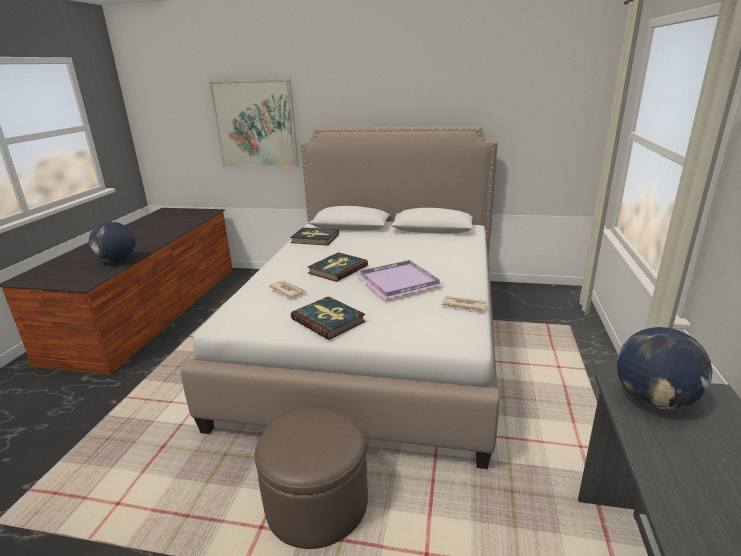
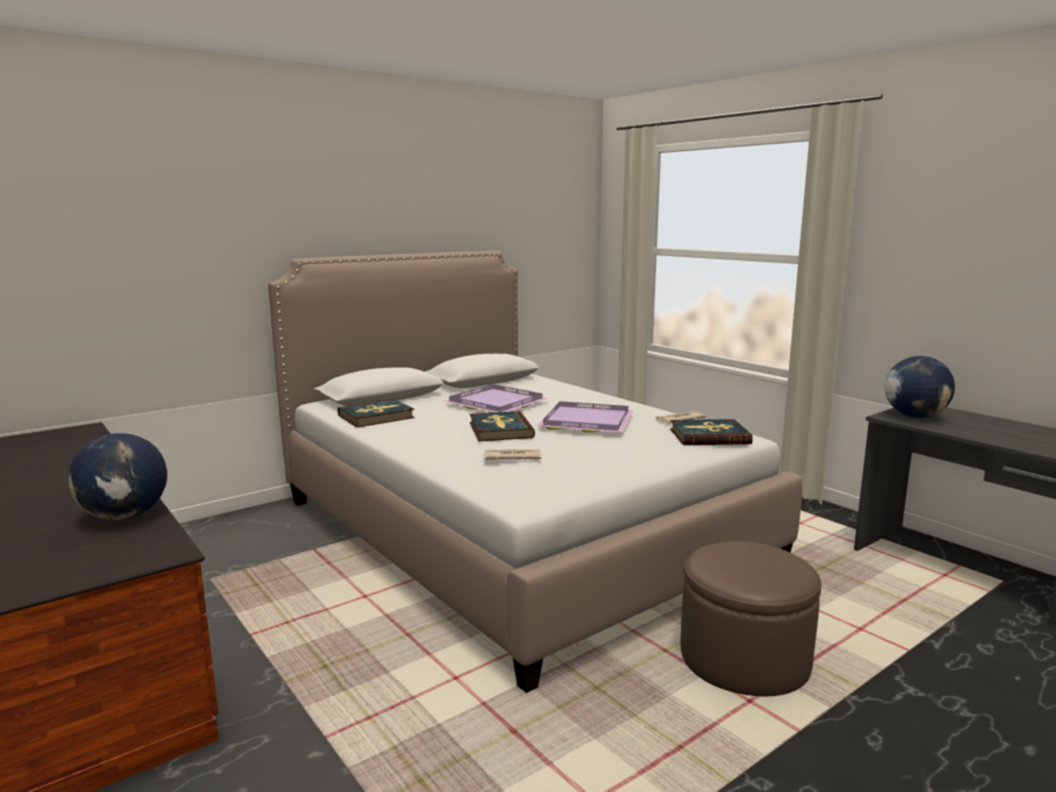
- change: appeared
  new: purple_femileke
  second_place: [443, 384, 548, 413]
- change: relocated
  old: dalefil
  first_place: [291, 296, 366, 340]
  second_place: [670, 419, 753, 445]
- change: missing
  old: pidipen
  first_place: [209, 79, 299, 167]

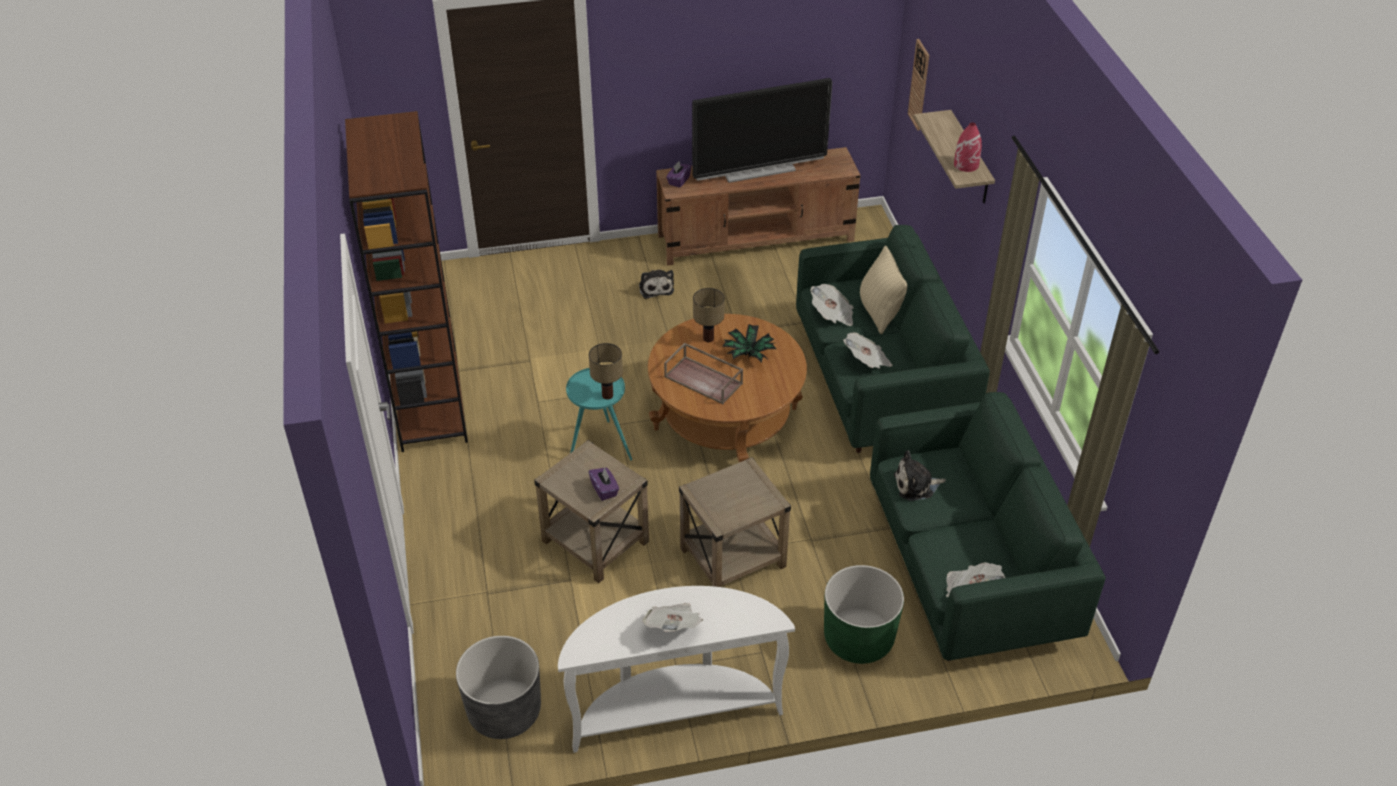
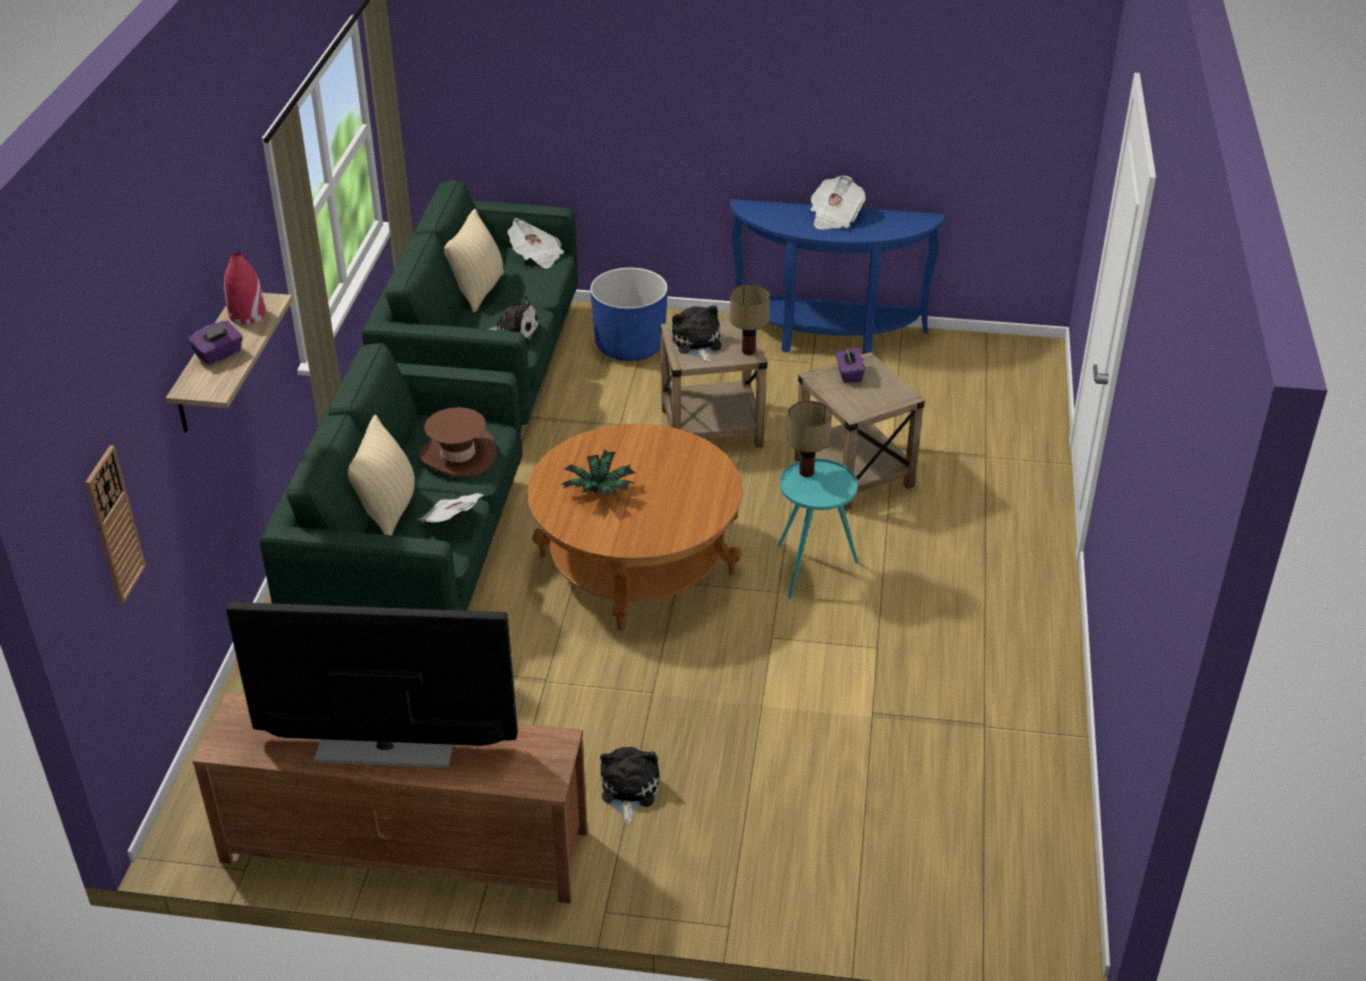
- change: relocated
  old: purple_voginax
  first_place: [666, 161, 692, 188]
  second_place: [188, 321, 243, 365]
- change: exchanged
  old: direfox
  new: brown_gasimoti
  first_place: [843, 333, 892, 369]
  second_place: [419, 407, 497, 477]
- change: appeared
  new: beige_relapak
  second_place: [444, 209, 504, 313]
- change: colour
  old: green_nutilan
  new: blue_nutilan
  first_place: [824, 565, 904, 664]
  second_place: [590, 267, 668, 361]
- change: appeared
  new: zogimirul
  second_place: [672, 305, 721, 363]
- change: colour
  old: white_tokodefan
  new: blue_tokodefan
  first_place: [558, 586, 795, 753]
  second_place: [730, 199, 945, 354]
- change: relocated
  old: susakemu
  first_place: [693, 288, 725, 342]
  second_place: [730, 284, 770, 355]
- change: missing
  old: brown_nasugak
  first_place: [345, 111, 468, 452]
- change: missing
  old: grey_nutilan
  first_place: [456, 636, 541, 739]
- change: missing
  old: brown_femileke
  first_place: [664, 343, 743, 404]

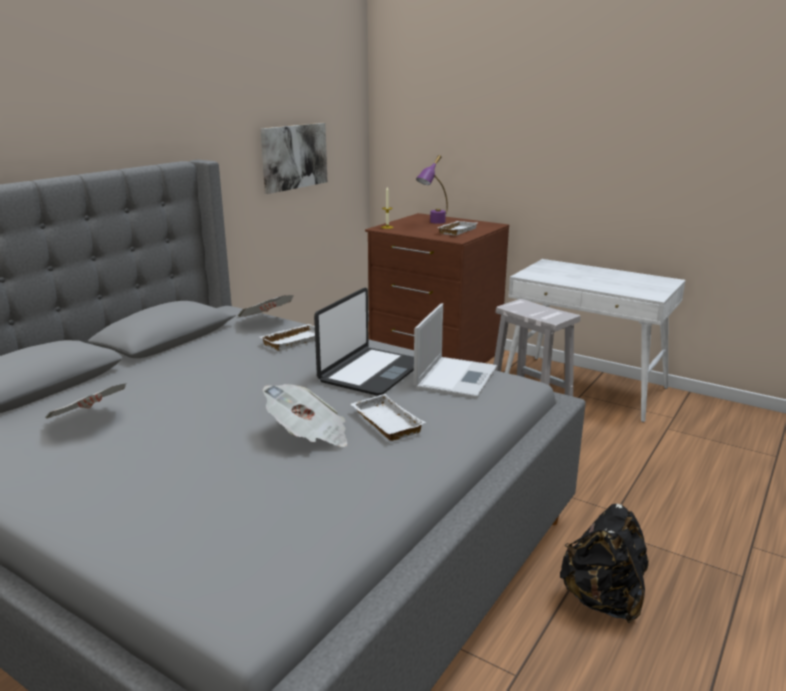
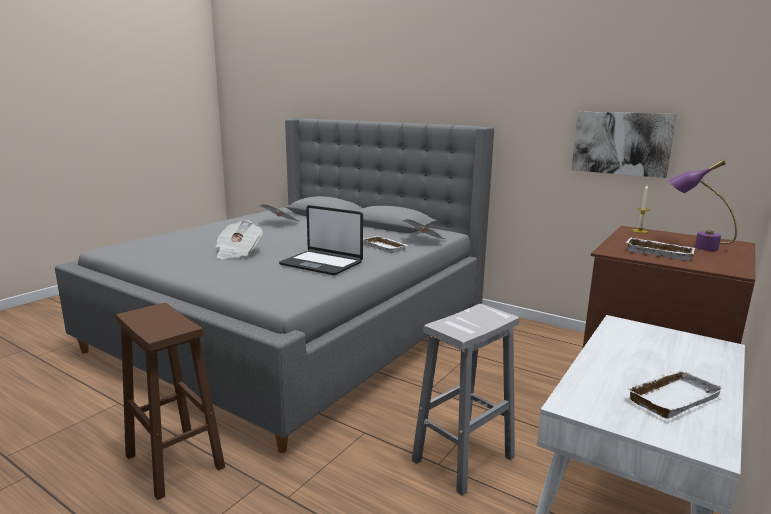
- change: exchanged
  old: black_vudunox
  new: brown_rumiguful
  first_place: [560, 503, 648, 623]
  second_place: [116, 303, 225, 500]
- change: relocated
  old: white_femileke
  first_place: [351, 394, 426, 441]
  second_place: [626, 369, 725, 419]
- change: missing
  old: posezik
  first_place: [414, 303, 497, 399]

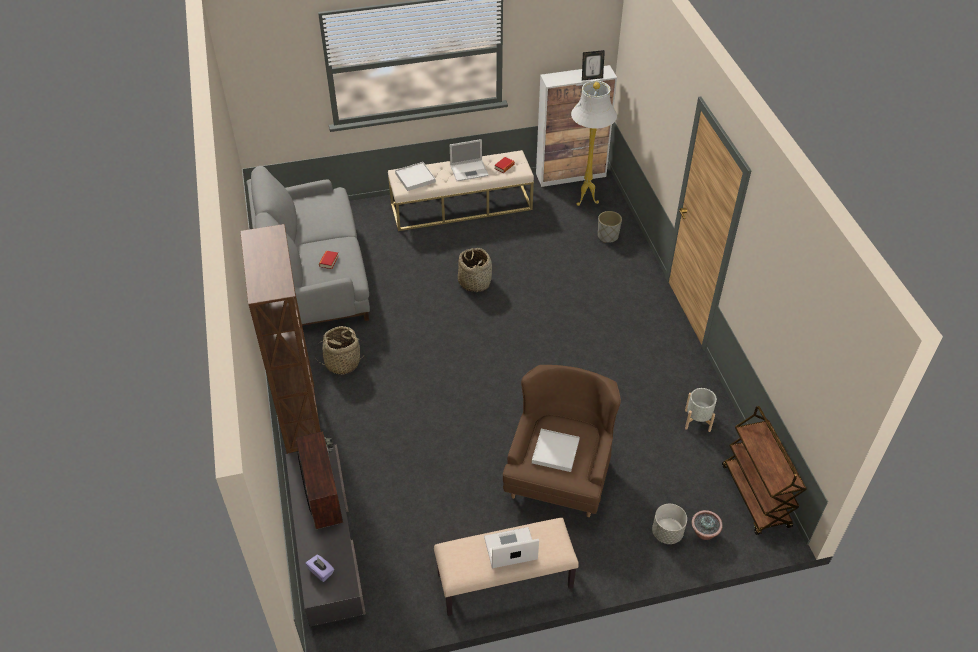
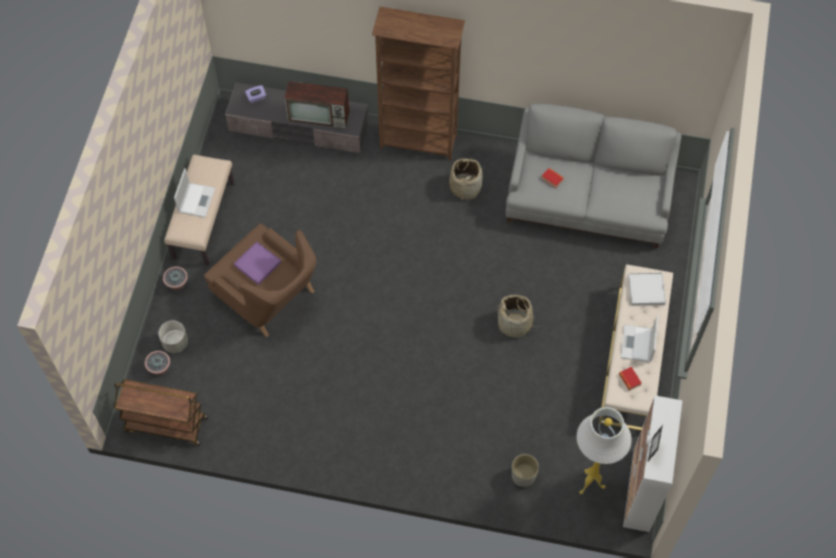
- change: appeared
  new: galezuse
  second_place: [163, 266, 188, 290]
- change: colour
  old: white_femileke
  new: purple_femileke
  first_place: [532, 429, 580, 472]
  second_place: [234, 241, 281, 285]
- change: missing
  old: grey_nutilan
  first_place: [685, 388, 717, 432]

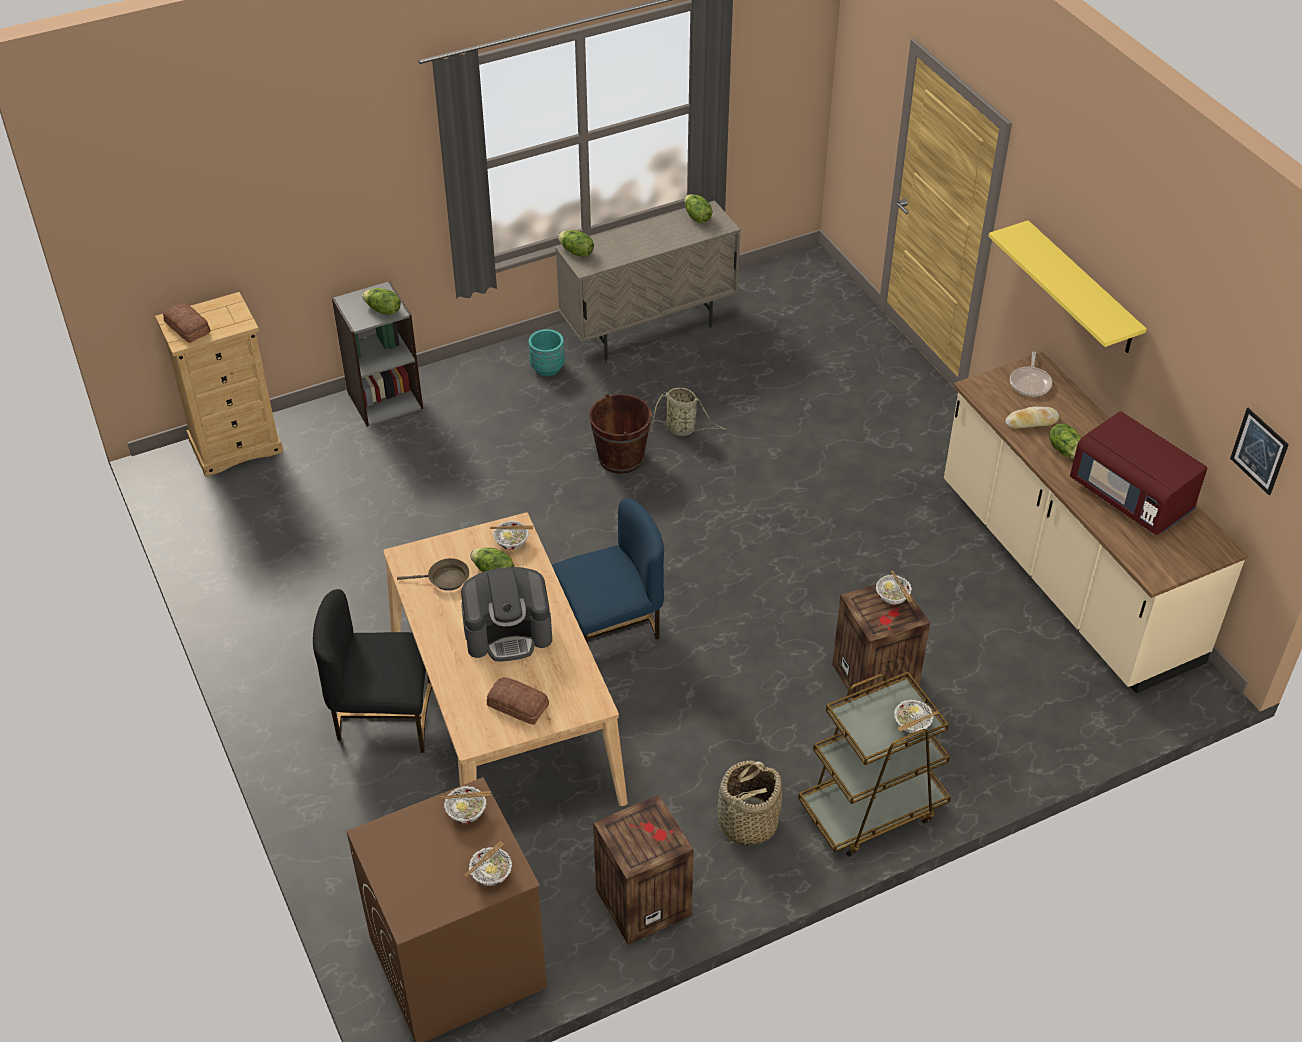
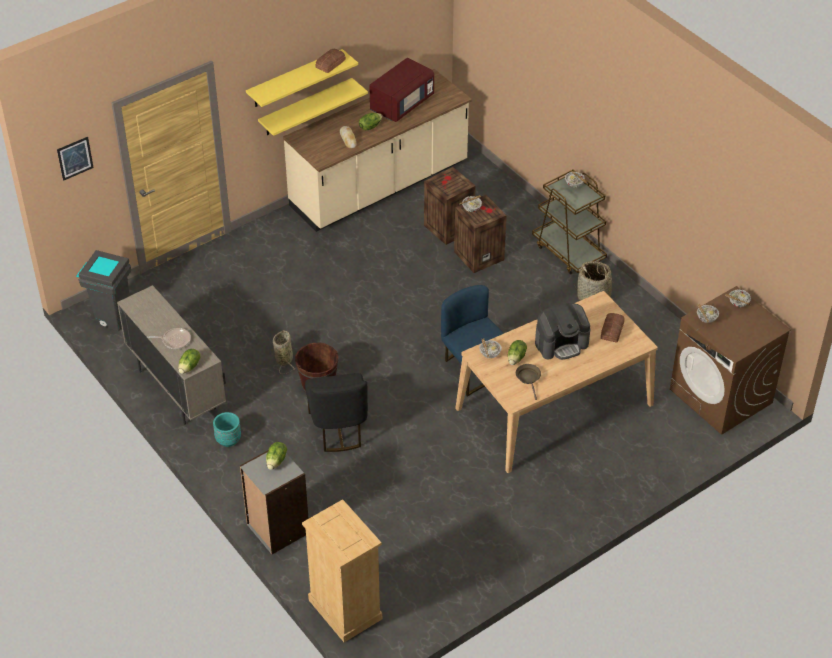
- change: relocated
  old: pidipen
  first_place: [1230, 408, 1289, 495]
  second_place: [57, 137, 94, 181]
- change: appeared
  new: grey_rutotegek
  second_place: [76, 250, 131, 331]
- change: relocated
  old: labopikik
  first_place: [1010, 352, 1052, 396]
  second_place: [147, 328, 191, 349]
- change: appeared
  new: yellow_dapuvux
  second_place: [258, 78, 368, 136]
- change: relocated
  old: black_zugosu
  first_place: [313, 589, 432, 753]
  second_place: [305, 373, 368, 452]
- change: relocated
  old: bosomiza
  first_place: [163, 303, 211, 343]
  second_place: [315, 49, 346, 73]
- change: relocated
  old: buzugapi
  first_place: [593, 795, 694, 945]
  second_place: [424, 167, 476, 245]
- change: spun
  old: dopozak
  first_place: [461, 567, 552, 662]
  second_place: [535, 303, 590, 360]
  degrees: 90
- change: missing
  old: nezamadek
  first_place: [684, 194, 712, 223]

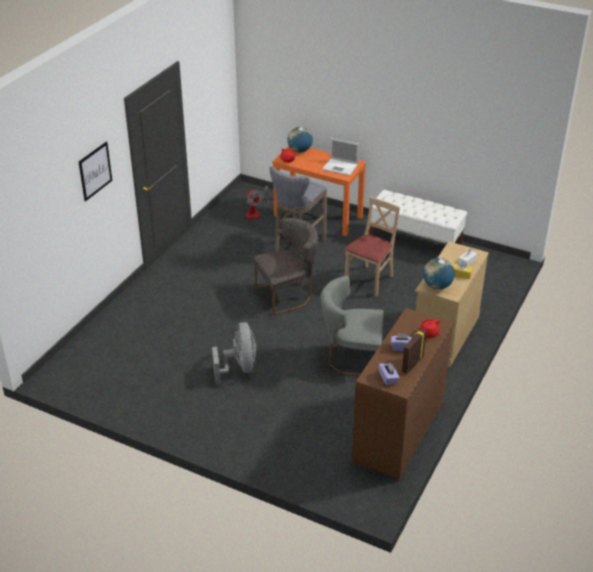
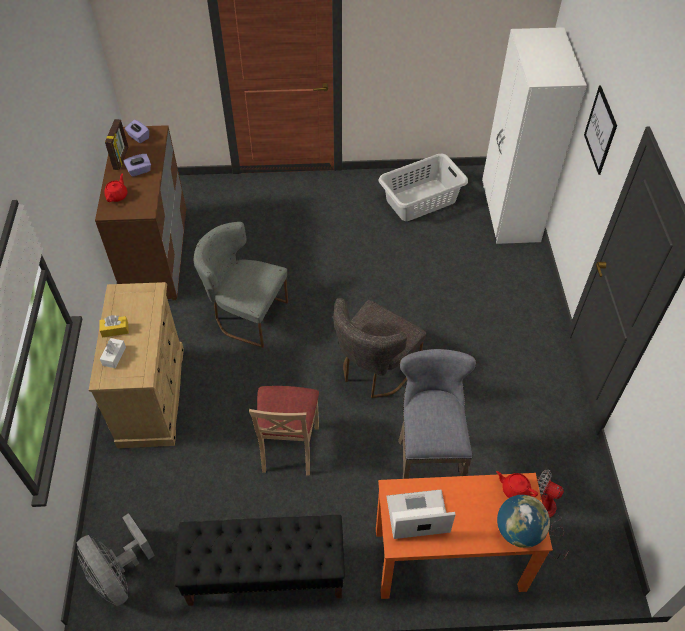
- change: relocated
  old: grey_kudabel
  first_place: [212, 322, 256, 384]
  second_place: [77, 513, 155, 606]
- change: colour
  old: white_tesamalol
  new: black_tesamalol
  first_place: [370, 190, 467, 245]
  second_place: [174, 515, 345, 606]
- change: spun
  old: grey_zugosu
  first_place: [321, 276, 384, 376]
  second_place: [194, 222, 288, 348]
  degrees: -135
- change: appeared
  new: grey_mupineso
  second_place: [378, 154, 468, 221]
- change: appeared
  new: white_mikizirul
  second_place: [482, 27, 587, 244]
- change: missing
  old: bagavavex
  first_place: [423, 258, 455, 289]

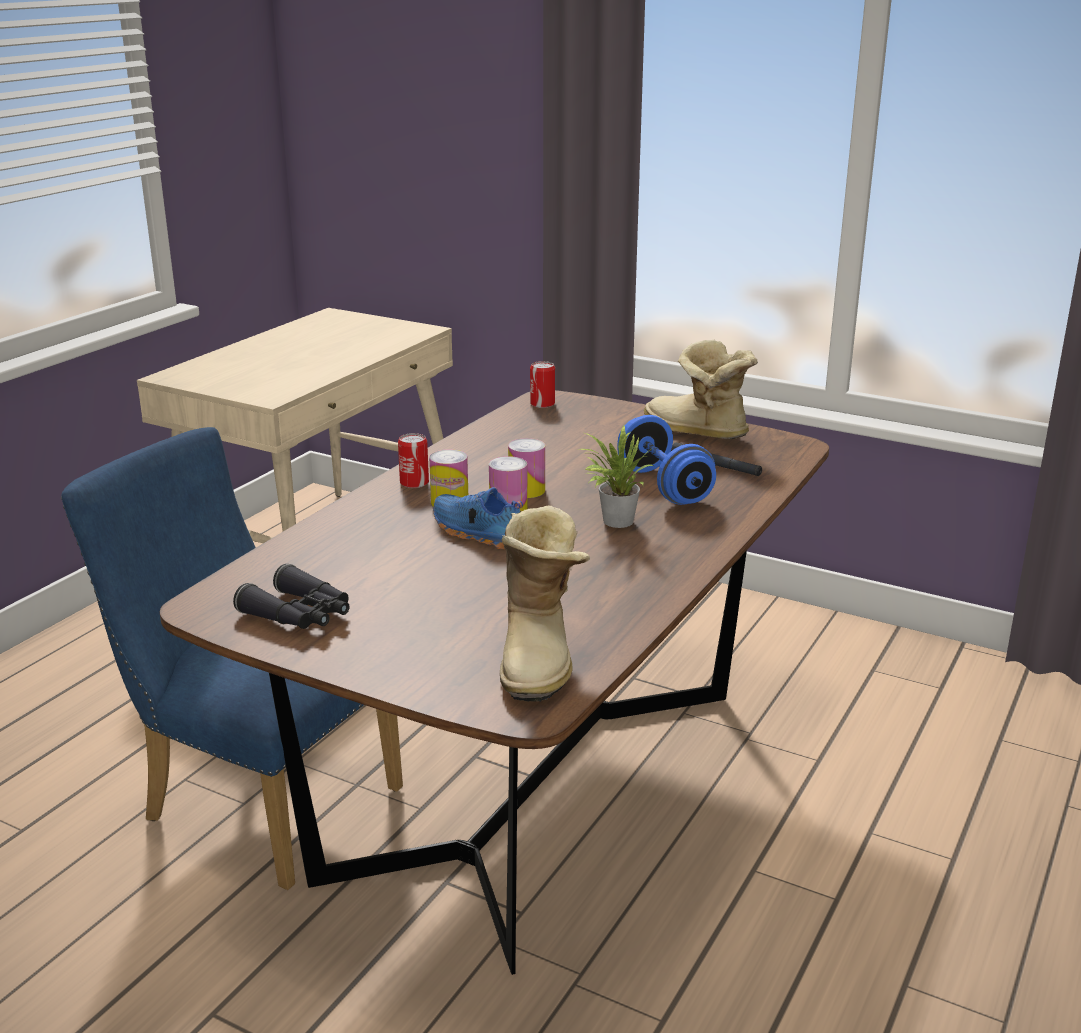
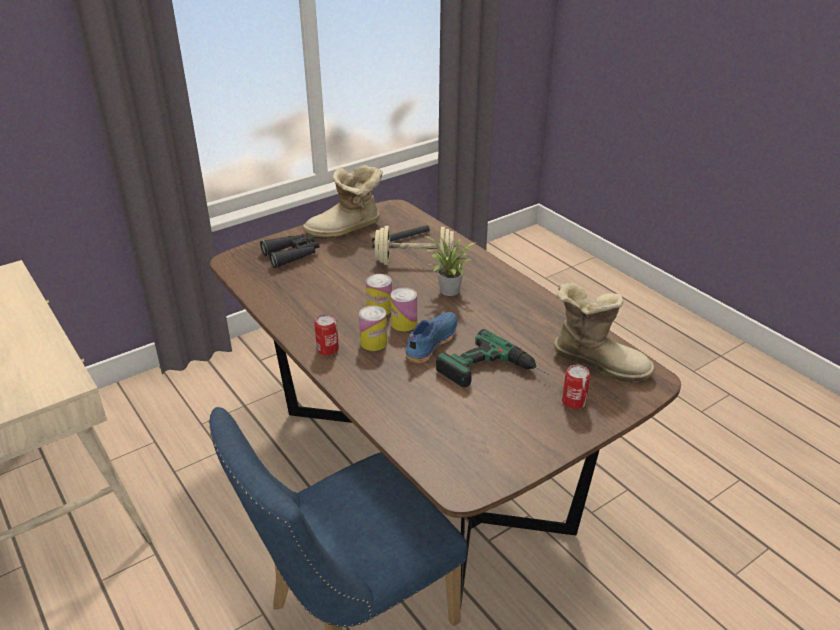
- change: relocated
  old: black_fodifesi
  first_place: [233, 564, 349, 629]
  second_place: [260, 234, 320, 268]
- change: colour
  old: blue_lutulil
  new: beige_lutulil
  first_place: [617, 415, 716, 505]
  second_place: [372, 226, 457, 265]
- change: spun
  old: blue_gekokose
  first_place: [433, 487, 523, 549]
  second_place: [405, 312, 457, 364]
  degrees: 150
- change: appeared
  new: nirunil
  second_place: [436, 329, 549, 387]
- change: relocated
  old: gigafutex
  first_place: [530, 361, 555, 408]
  second_place: [562, 365, 590, 409]

